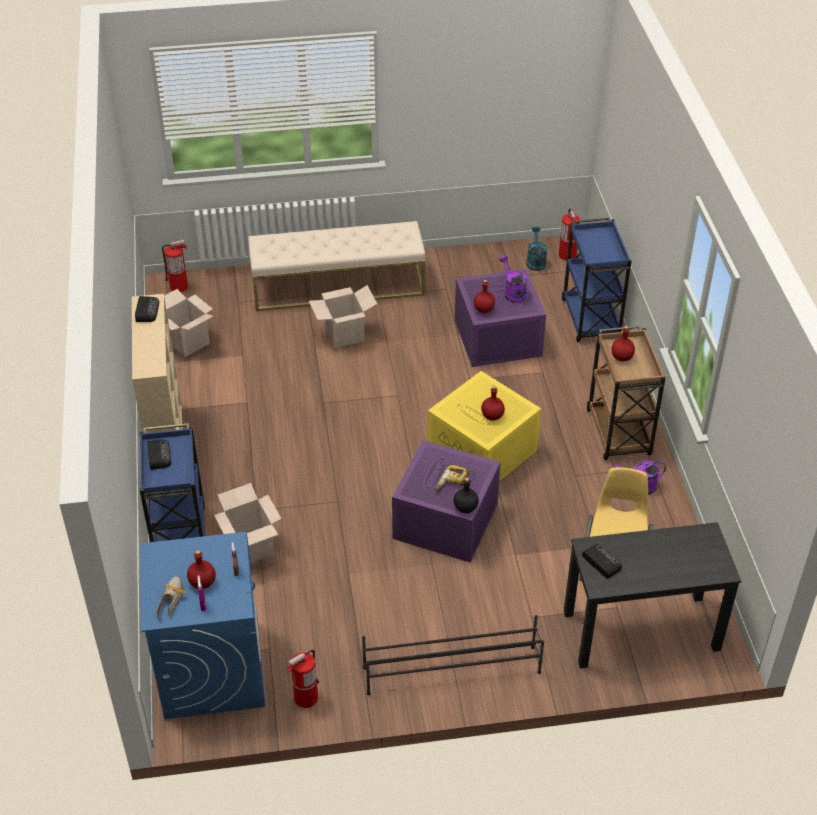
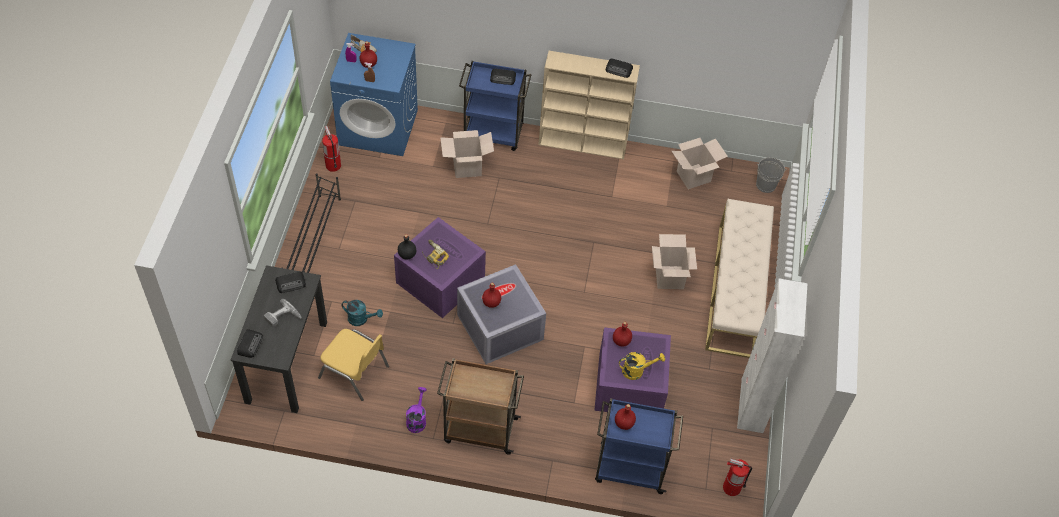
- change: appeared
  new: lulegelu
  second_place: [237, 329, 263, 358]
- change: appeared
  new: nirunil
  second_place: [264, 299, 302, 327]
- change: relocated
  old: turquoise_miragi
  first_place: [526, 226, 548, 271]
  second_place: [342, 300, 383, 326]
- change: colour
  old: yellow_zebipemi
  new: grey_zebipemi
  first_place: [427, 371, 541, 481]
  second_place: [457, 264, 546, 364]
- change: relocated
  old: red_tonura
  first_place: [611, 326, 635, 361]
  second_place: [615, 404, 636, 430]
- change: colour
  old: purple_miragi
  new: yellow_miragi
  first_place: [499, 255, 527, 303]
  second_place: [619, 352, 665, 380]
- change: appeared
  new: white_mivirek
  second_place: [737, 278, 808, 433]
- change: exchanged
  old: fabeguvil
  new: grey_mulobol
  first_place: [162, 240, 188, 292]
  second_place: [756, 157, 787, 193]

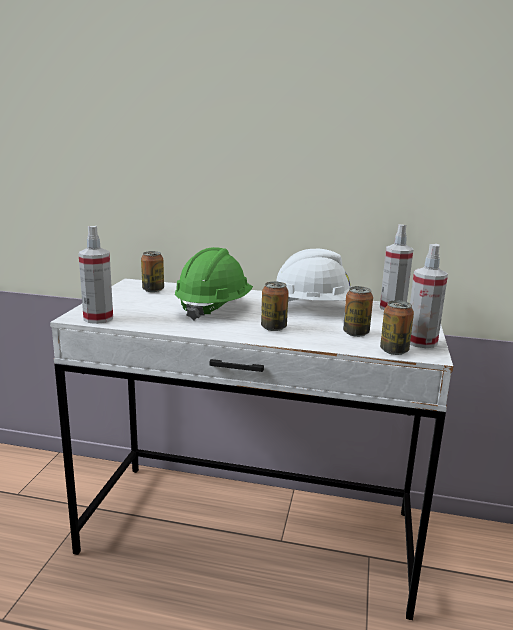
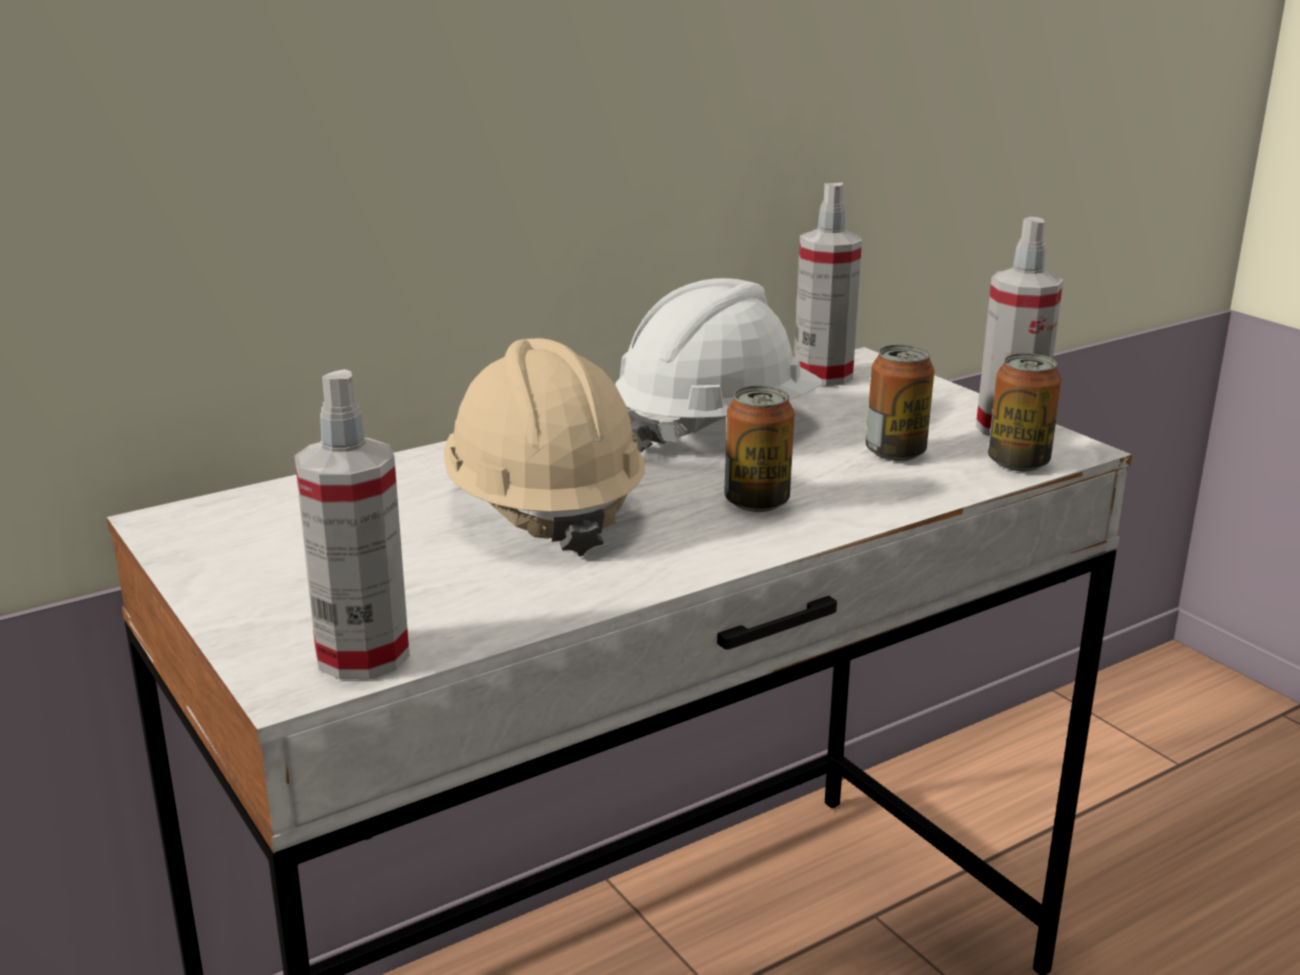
- change: colour
  old: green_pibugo
  new: beige_pibugo
  first_place: [175, 247, 253, 321]
  second_place: [444, 338, 645, 557]
- change: missing
  old: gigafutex
  first_place: [141, 251, 164, 292]

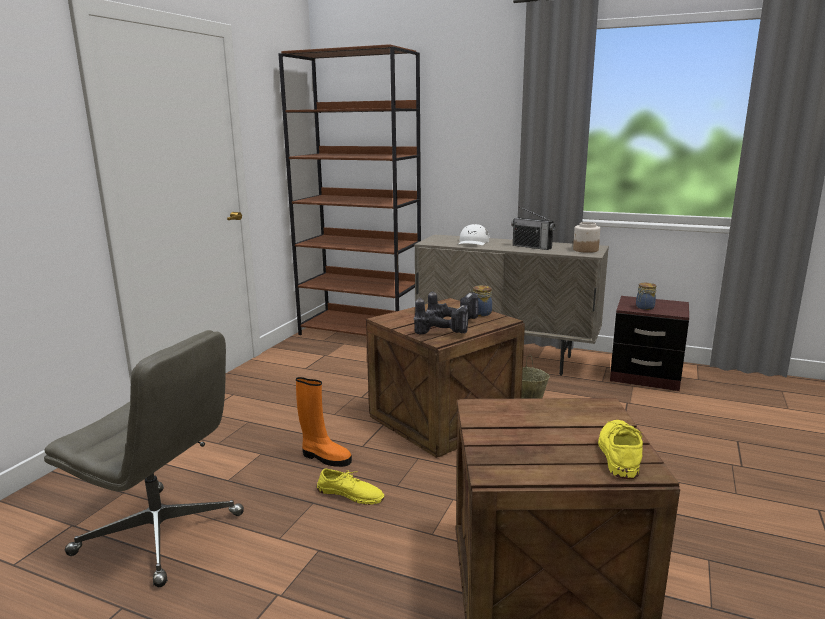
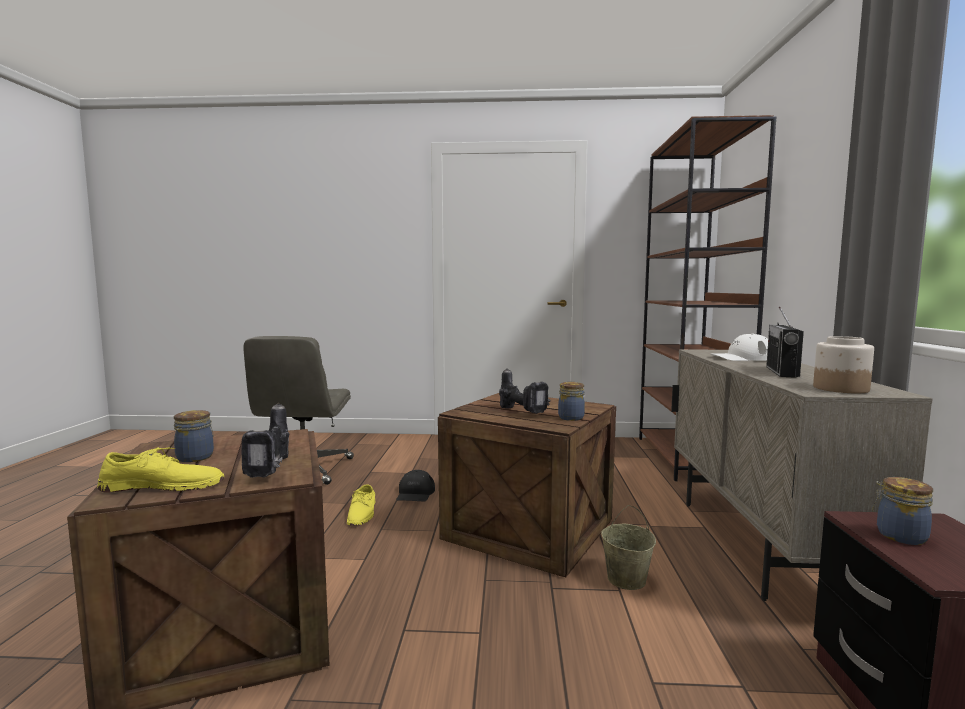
- change: appeared
  new: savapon
  second_place: [174, 410, 214, 462]
- change: relocated
  old: nirunil
  first_place: [413, 298, 469, 334]
  second_place: [242, 403, 289, 478]
- change: exchanged
  old: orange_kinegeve
  new: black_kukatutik
  first_place: [296, 377, 352, 467]
  second_place: [396, 470, 435, 502]

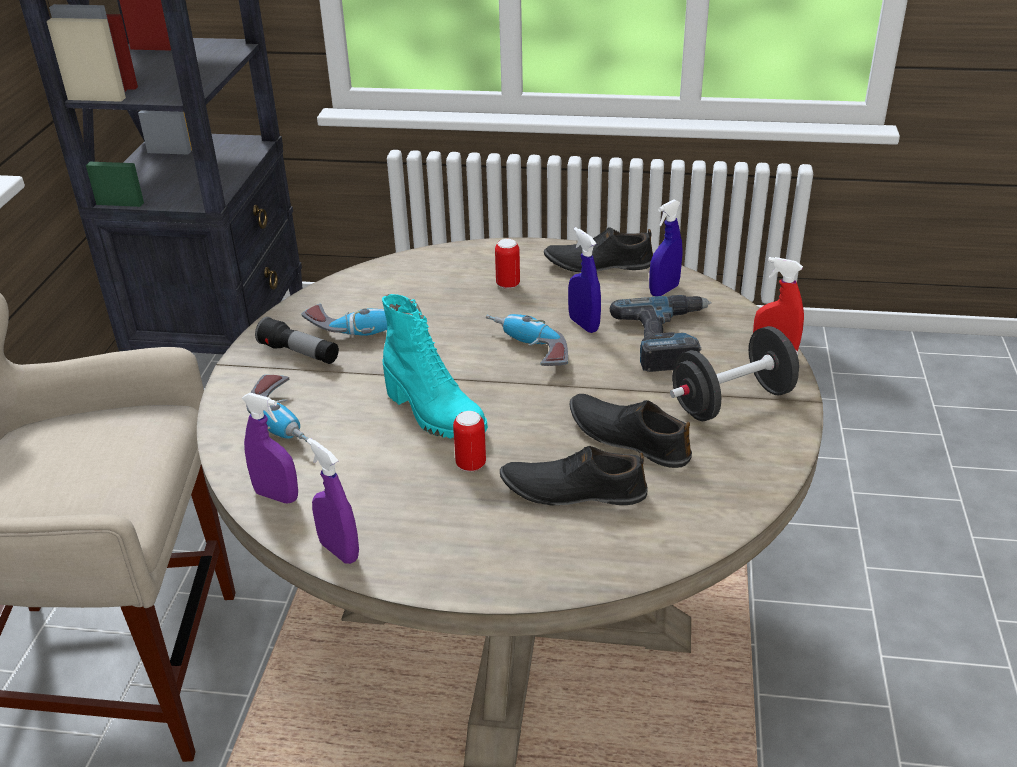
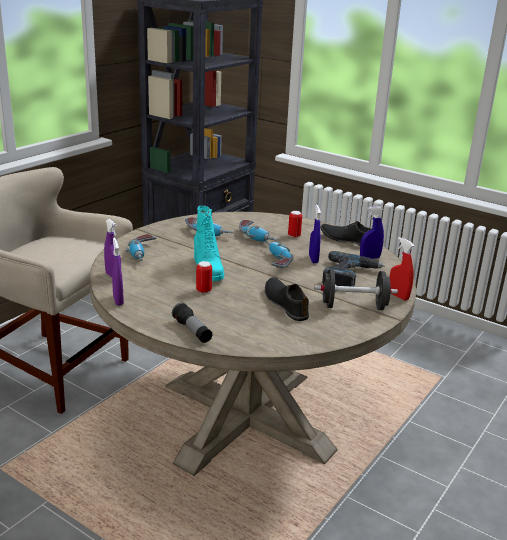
- change: relocated
  old: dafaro
  first_place: [255, 317, 339, 364]
  second_place: [172, 303, 212, 343]
- change: appeared
  new: nirunil
  second_place: [239, 220, 278, 241]
- change: missing
  old: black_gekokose
  first_place: [500, 446, 648, 505]

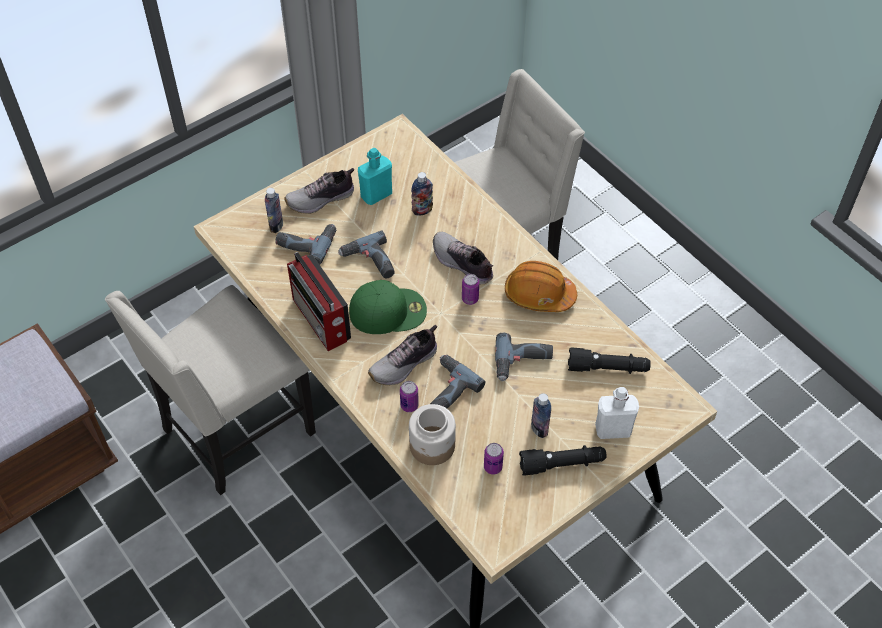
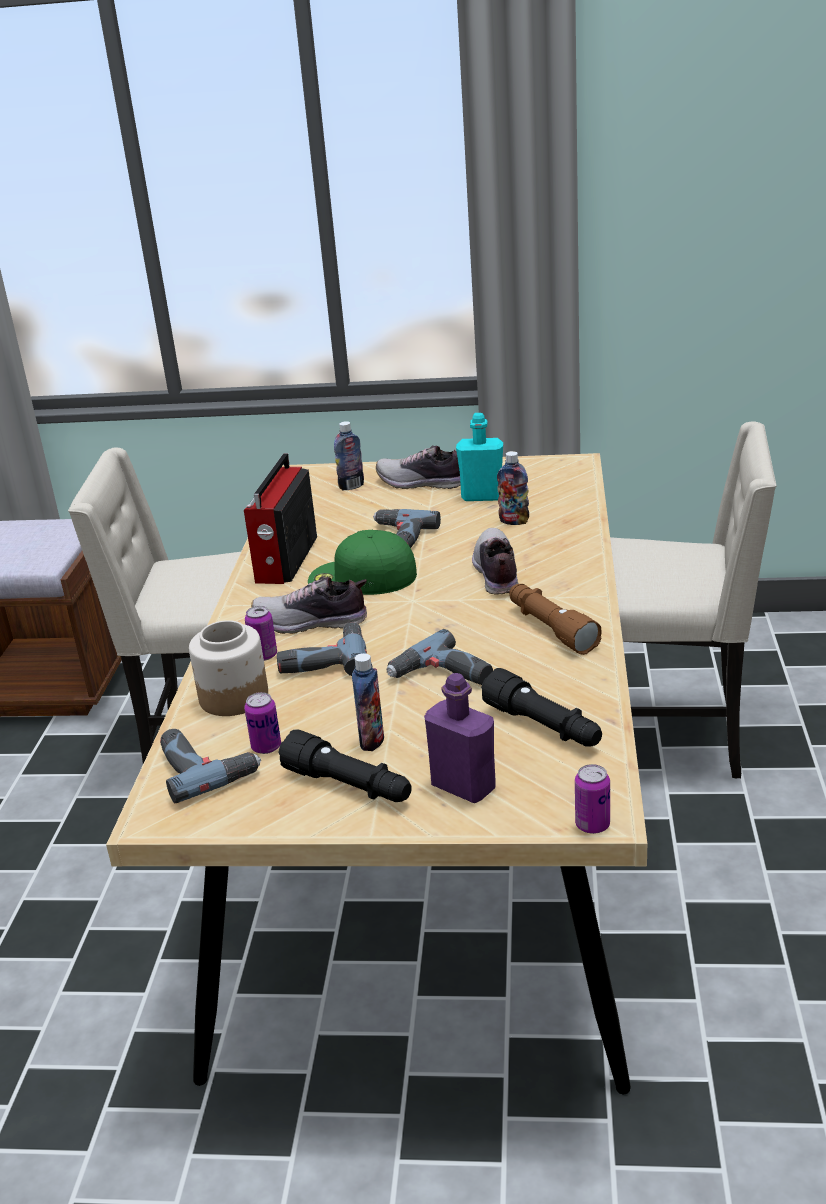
- change: relocated
  old: nirunil
  first_place: [275, 224, 336, 265]
  second_place: [160, 729, 261, 804]
- change: spun
  old: green_kukatutik
  first_place: [349, 280, 427, 334]
  second_place: [308, 530, 417, 595]
  degrees: 150
- change: colour
  old: white_tonura
  new: purple_tonura
  first_place: [595, 387, 639, 439]
  second_place: [424, 673, 496, 803]
- change: exchanged
  old: orange_pibugo
  new: brown_dafaro
  first_place: [505, 261, 577, 312]
  second_place: [509, 584, 601, 655]
- change: relocated
  old: gigafutex
  first_place: [462, 274, 479, 305]
  second_place: [575, 764, 610, 834]

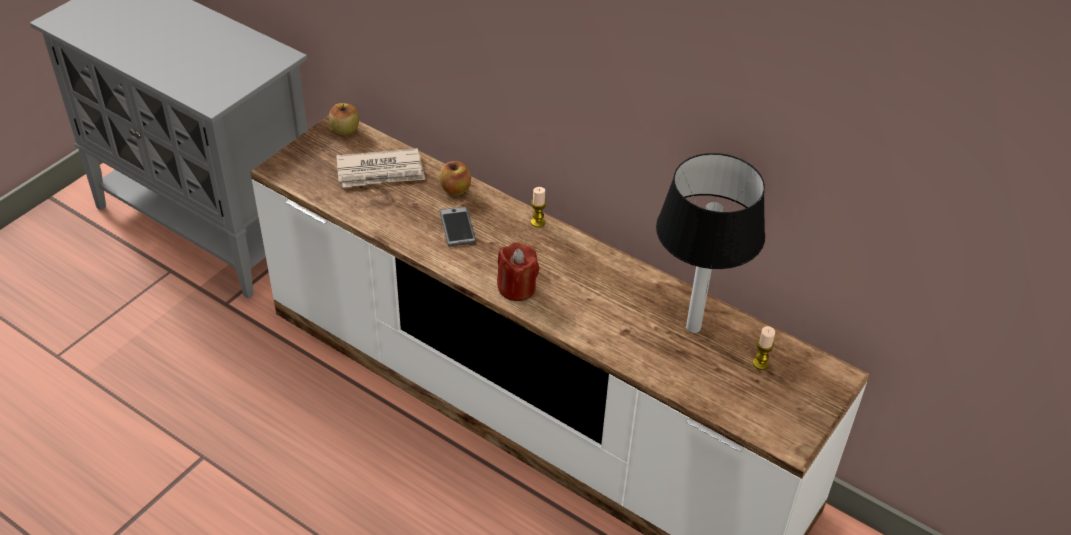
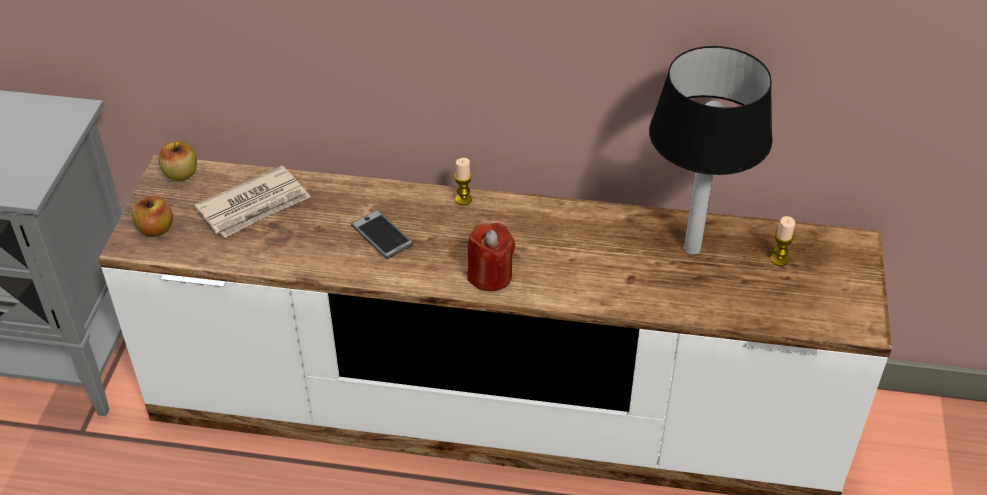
- change: relocated
  old: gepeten
  first_place: [439, 161, 471, 195]
  second_place: [132, 196, 173, 237]

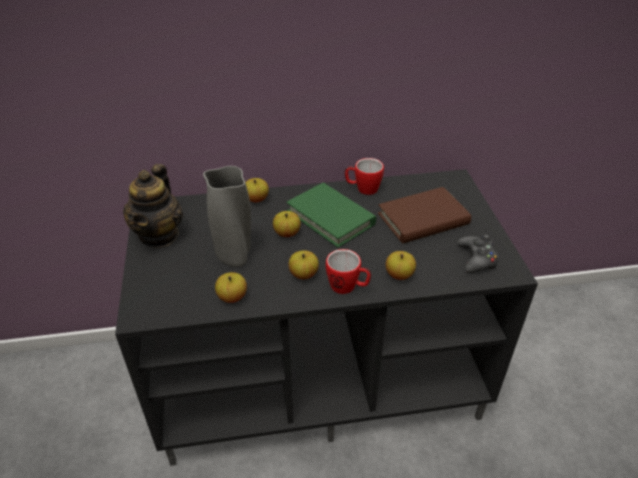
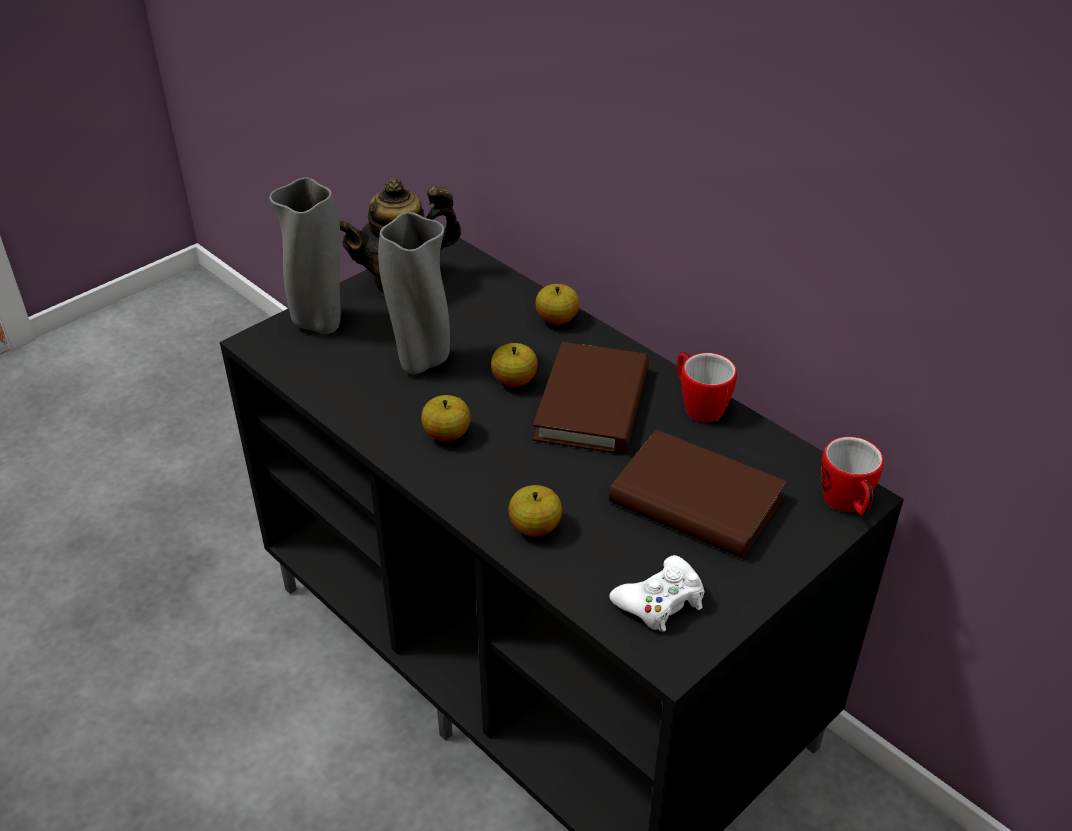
- change: appeared
  new: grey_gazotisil
  second_place: [269, 177, 341, 334]
- change: colour
  old: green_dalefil
  new: brown_dalefil
  first_place: [286, 183, 376, 248]
  second_place: [533, 342, 649, 454]
- change: colour
  old: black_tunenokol
  new: white_tunenokol
  first_place: [457, 235, 499, 273]
  second_place: [609, 555, 705, 632]
- change: relocated
  old: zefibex
  first_place: [326, 249, 371, 294]
  second_place: [821, 436, 884, 516]
- change: missing
  old: gepeten
  first_place: [215, 272, 247, 303]

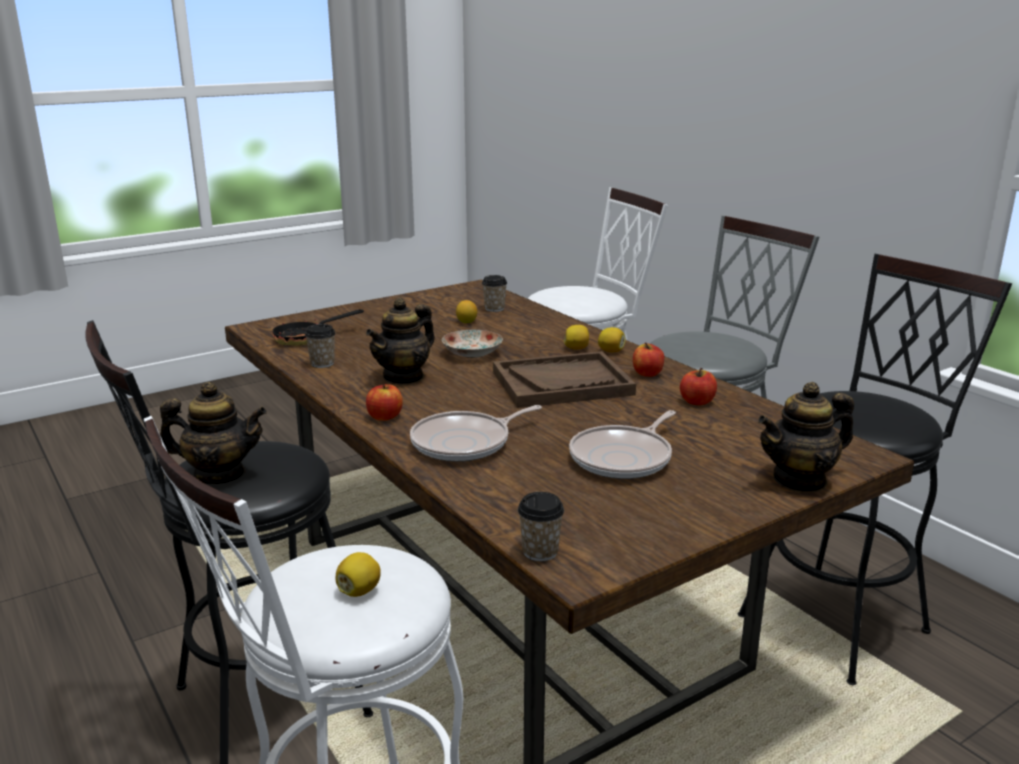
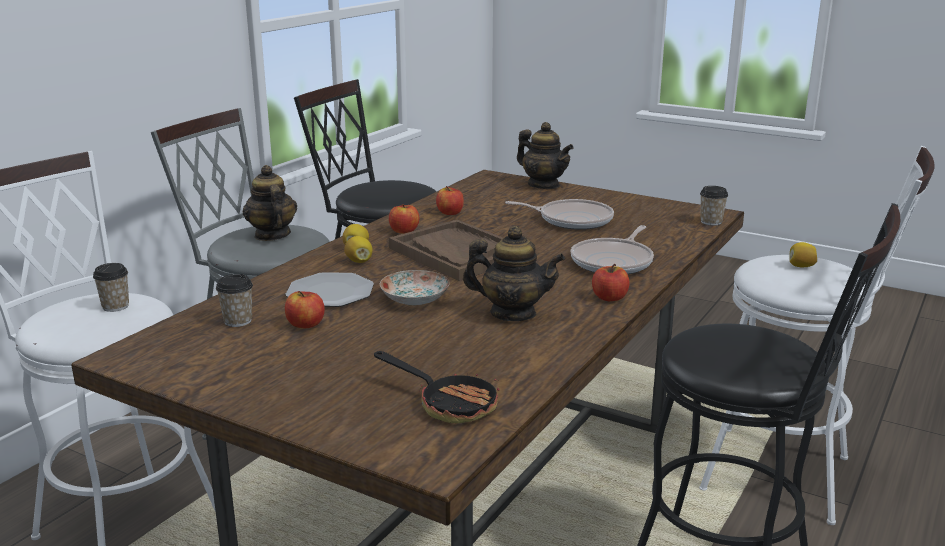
- change: relocated
  old: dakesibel
  first_place: [305, 324, 336, 368]
  second_place: [93, 263, 129, 312]
- change: relocated
  old: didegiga
  first_place: [160, 382, 267, 484]
  second_place: [243, 165, 297, 241]
- change: appeared
  new: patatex
  second_place: [285, 272, 374, 307]
- change: exchanged
  old: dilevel
  new: gepeten
  first_place: [456, 300, 477, 323]
  second_place: [285, 291, 325, 328]
- change: spun
  old: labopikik
  first_place: [410, 405, 542, 462]
  second_place: [571, 225, 654, 274]
  degrees: 90

